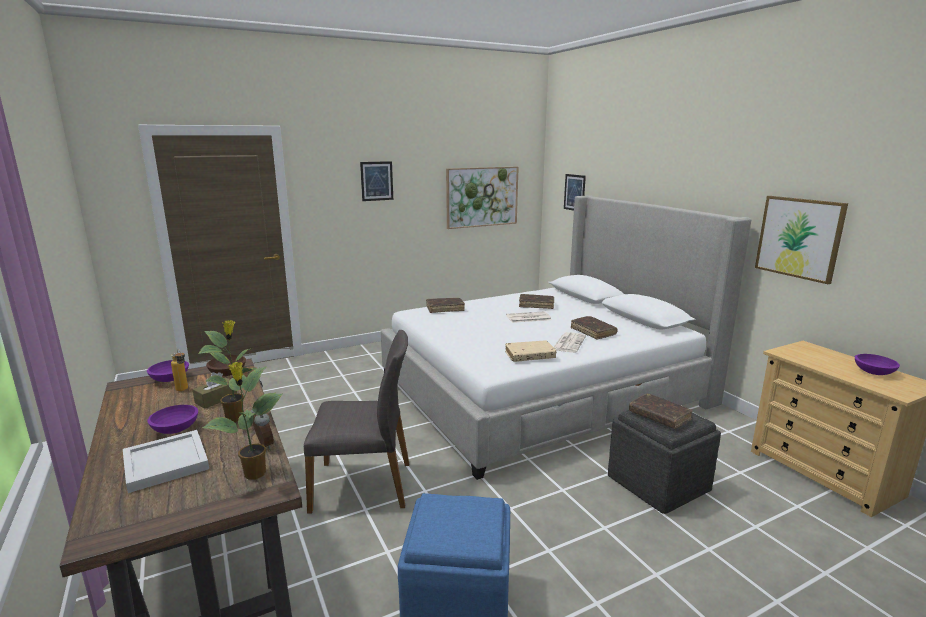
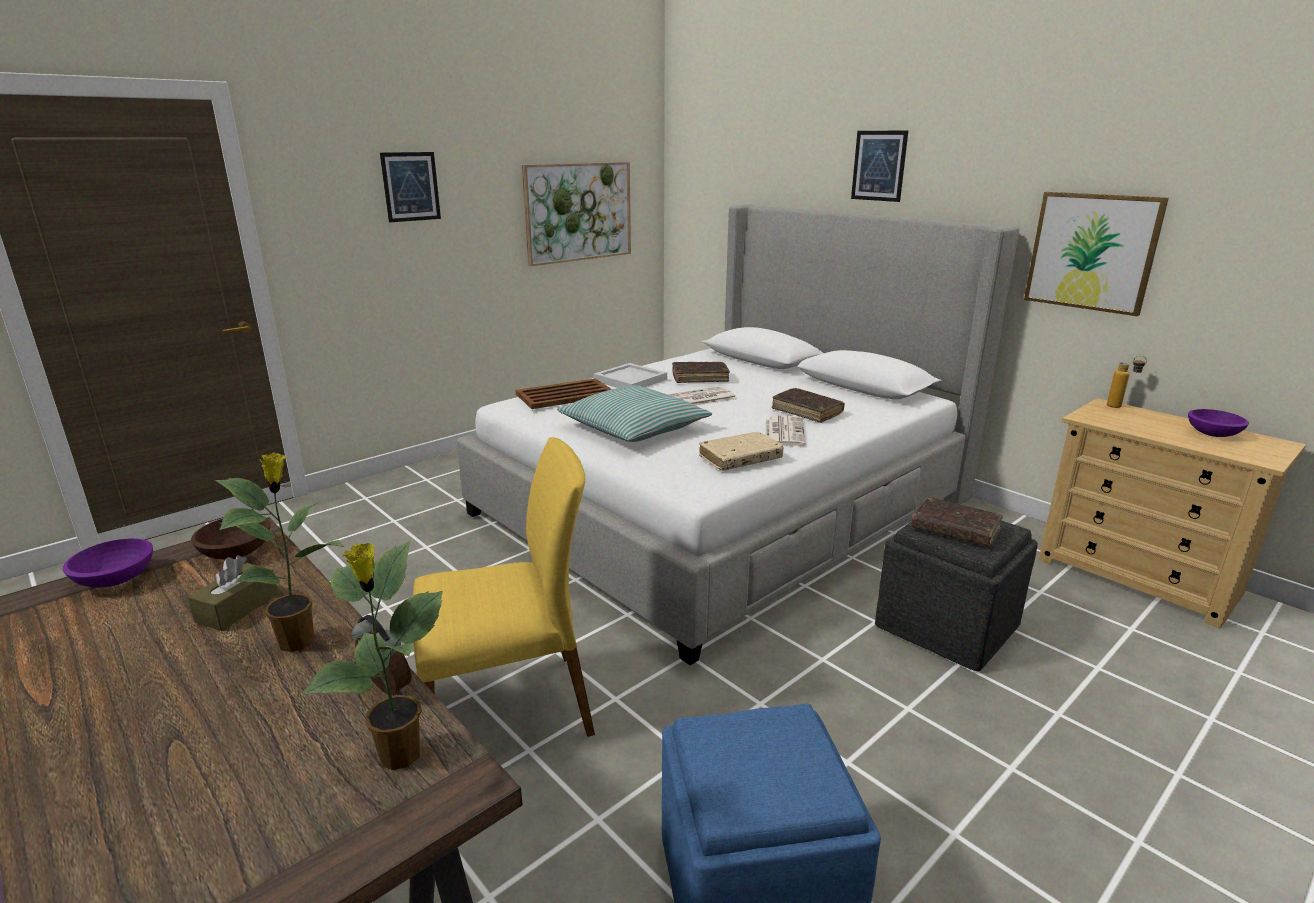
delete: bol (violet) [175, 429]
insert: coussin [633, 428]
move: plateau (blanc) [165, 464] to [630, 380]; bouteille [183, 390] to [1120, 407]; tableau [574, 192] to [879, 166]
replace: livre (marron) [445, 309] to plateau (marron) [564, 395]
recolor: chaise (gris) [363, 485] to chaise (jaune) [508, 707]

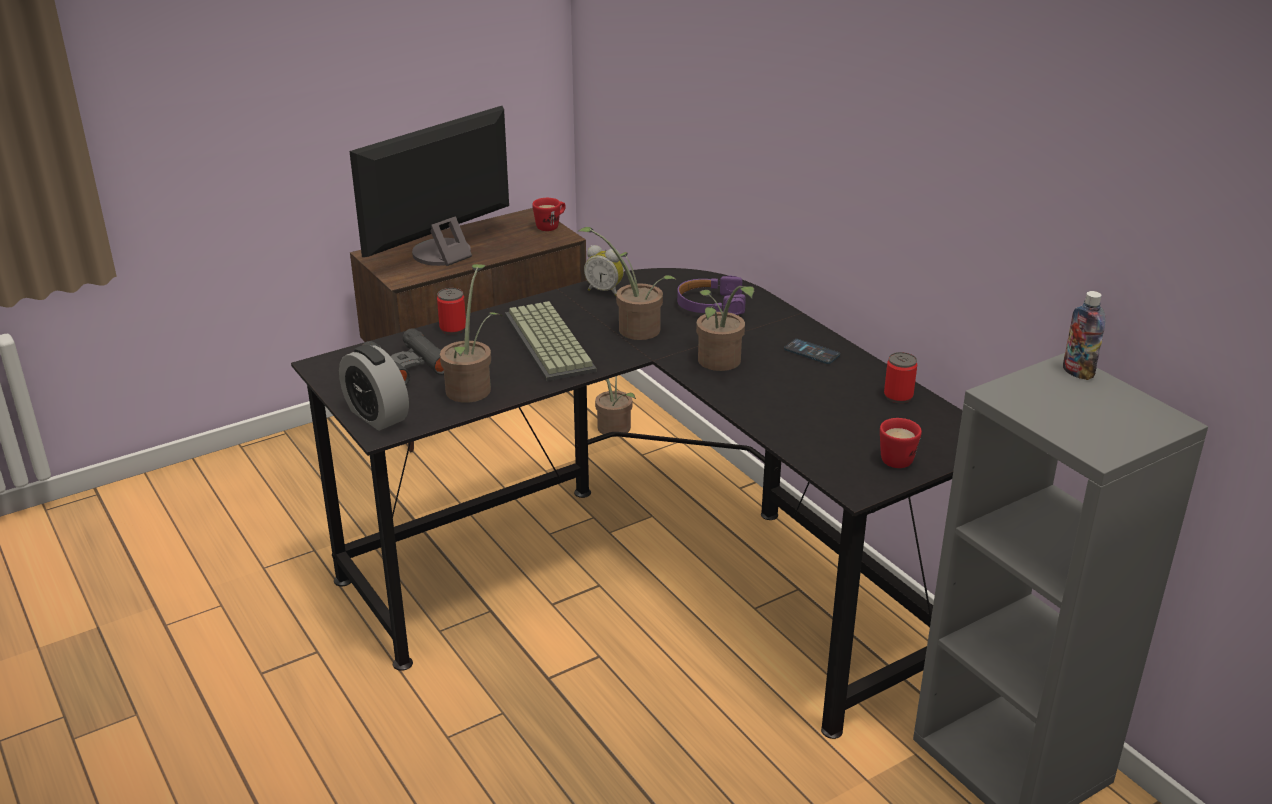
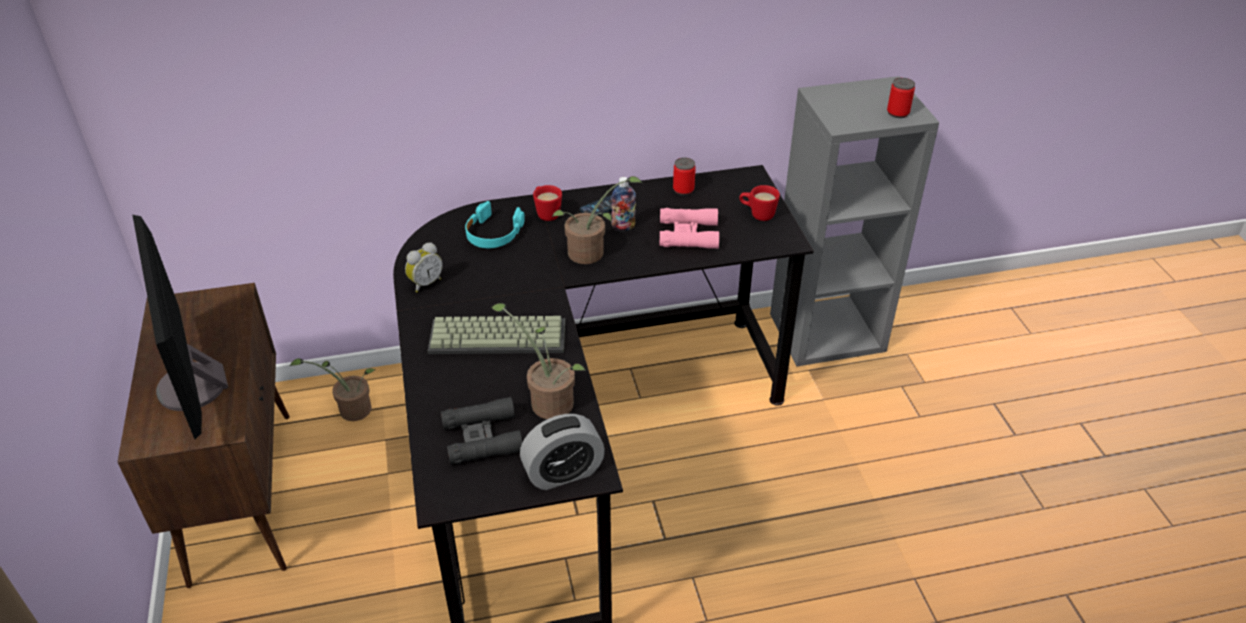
delete: plante en pot [633, 328]
insert: jumelles (rose) [688, 234]
move: boîte métallique [453, 329] to [898, 113]; mug (rouge) [551, 226] to [546, 213]; bouteille [1078, 372] to [623, 227]
recolor: casque audio (violet) [710, 305] to casque audio (turquoise) [493, 233]

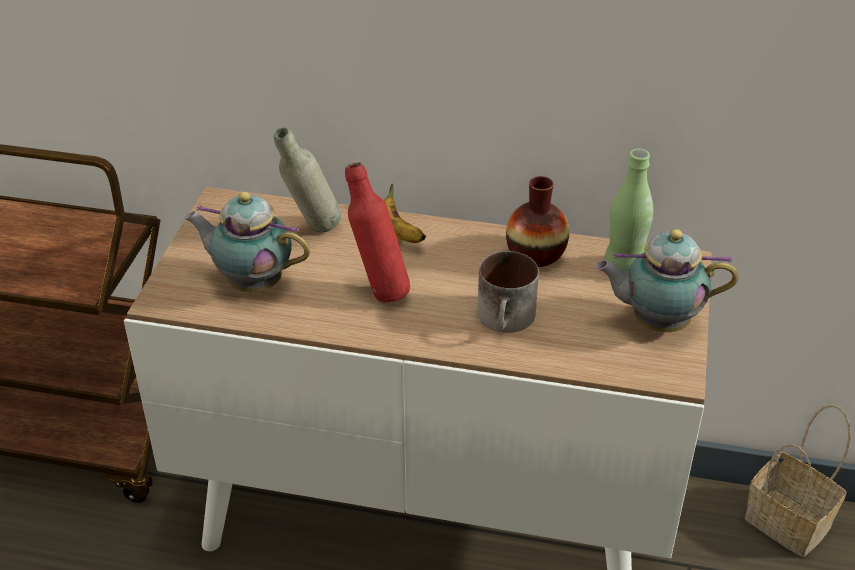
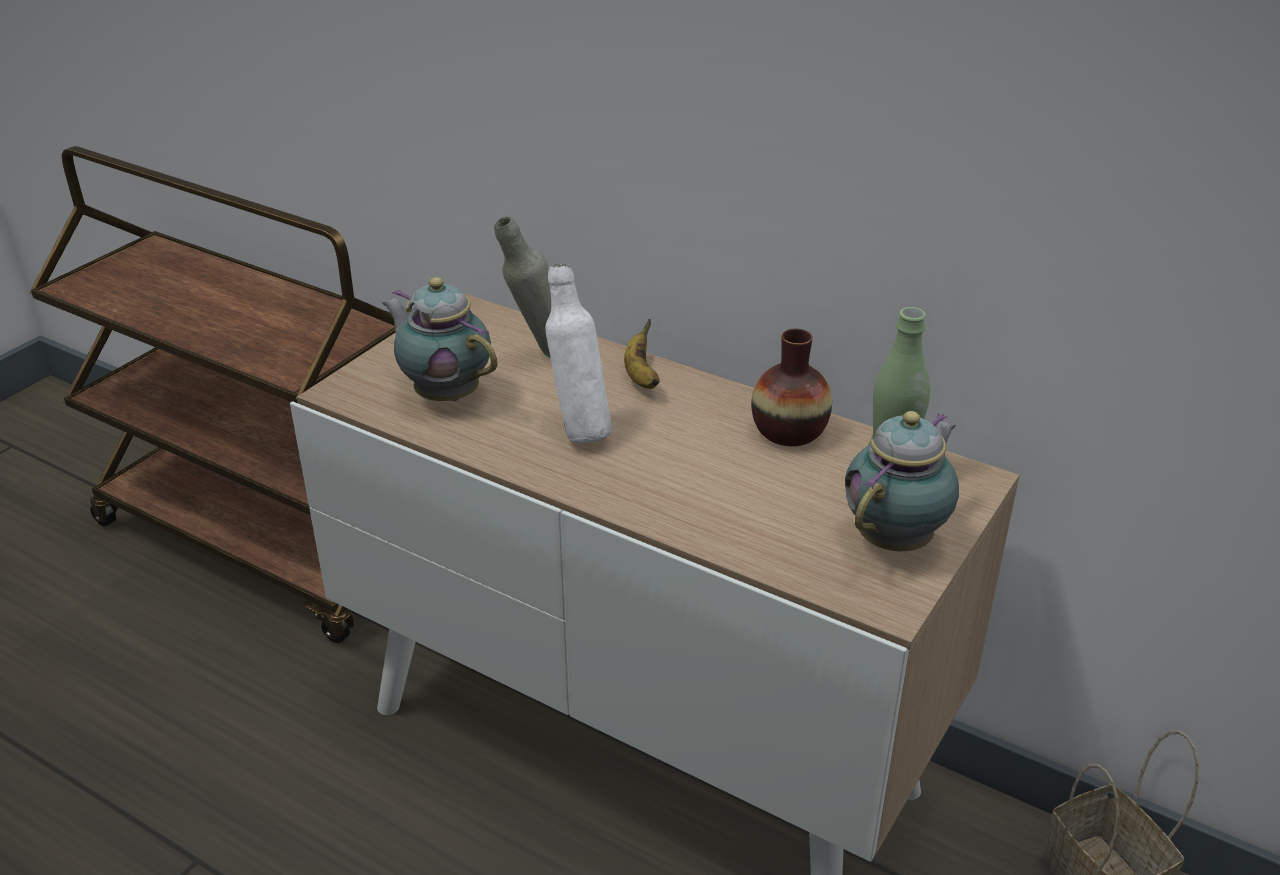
delete: mug [507, 319]
recolor: bouteille (rouge) [378, 290] to bouteille (blanc) [579, 431]
rotate: théière [656, 322] = [897, 538] 105 degrees clockwise

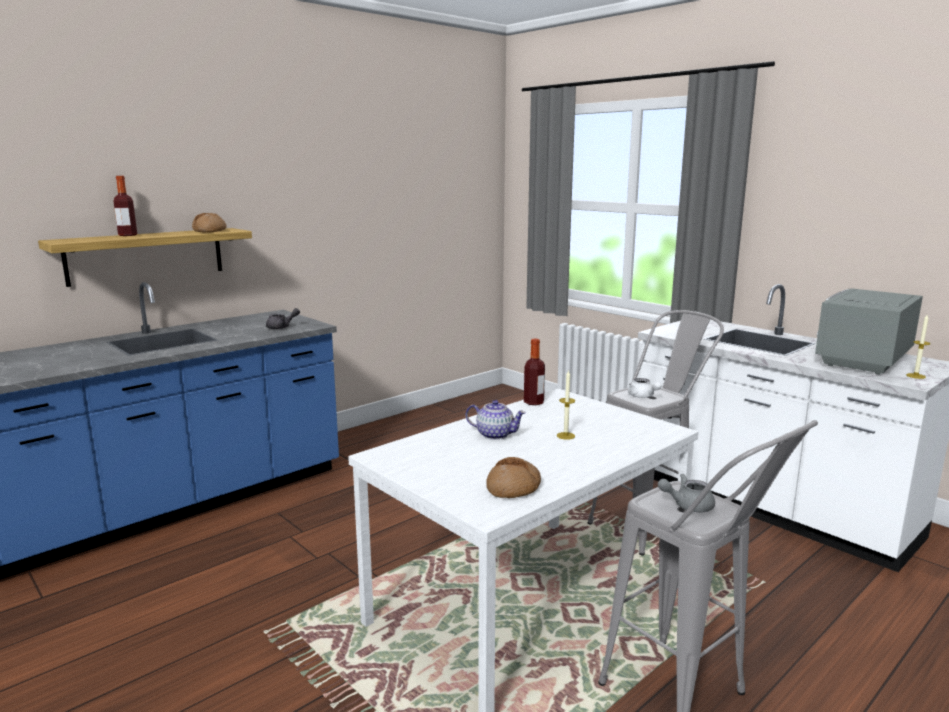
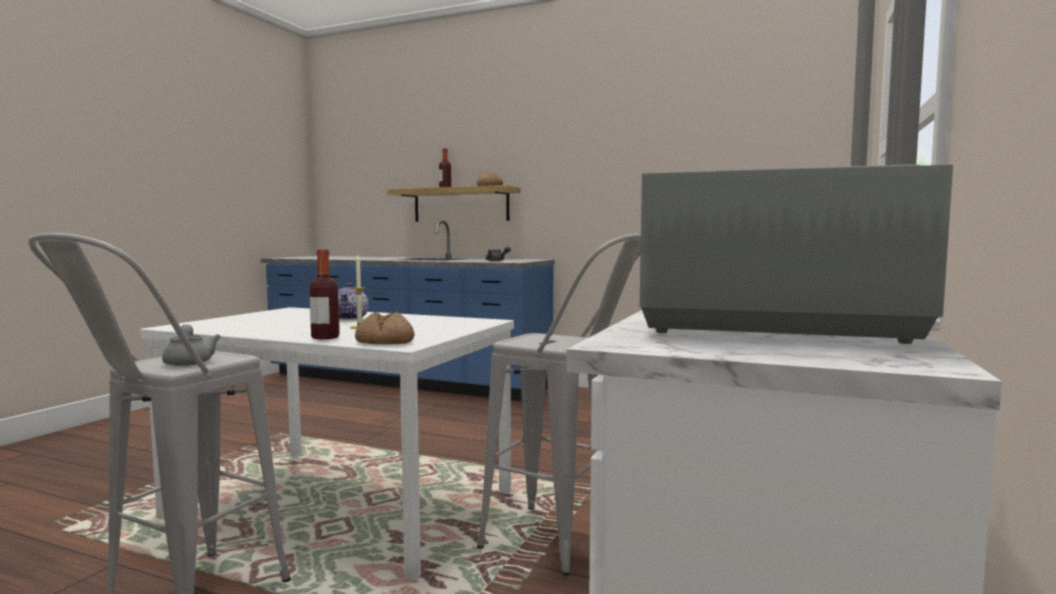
delete: théière (blanc) [642, 396]; bougie [915, 376]
move: pain [513, 488] to [385, 342]; bouteille [533, 402] to [325, 337]

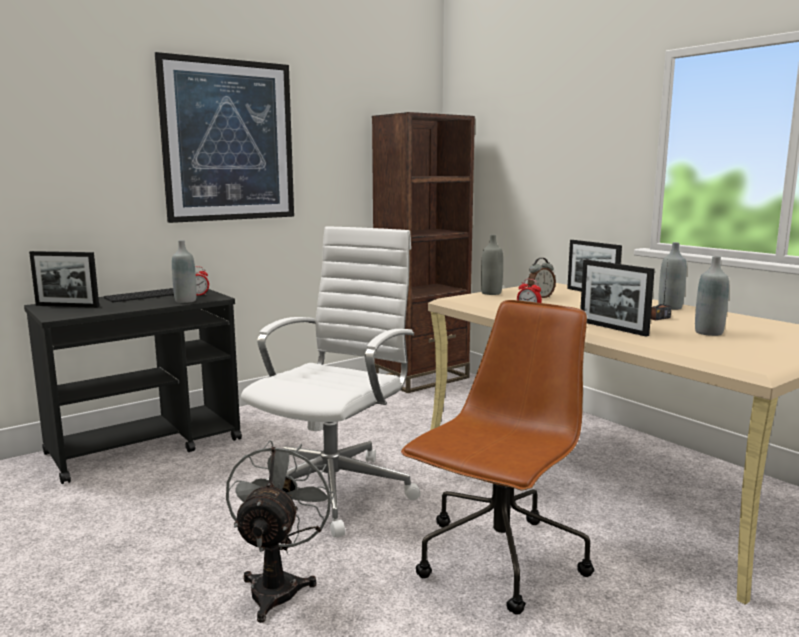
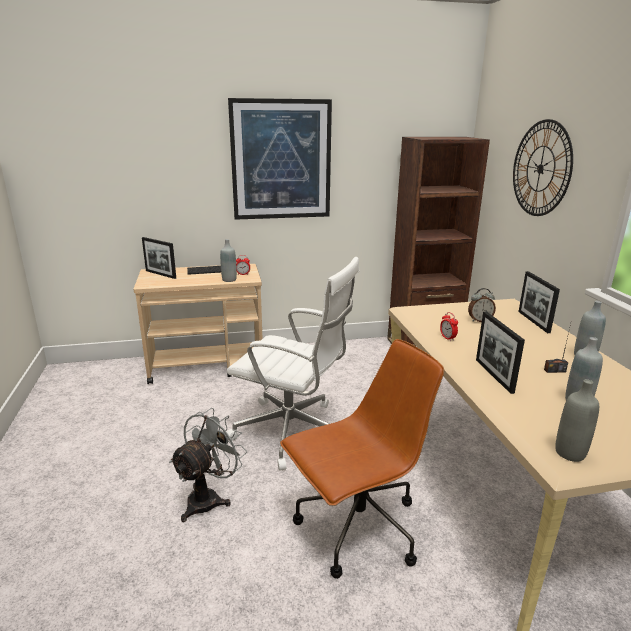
insert: horloge murale [540, 168]
move: bouteille (gris) [491, 293] to [570, 453]
recolor: chariot (noir) [146, 446] to chariot (beige) [208, 366]
rotate: chaise de bureau (blanc) [335, 489] = [293, 432] 60 degrees clockwise

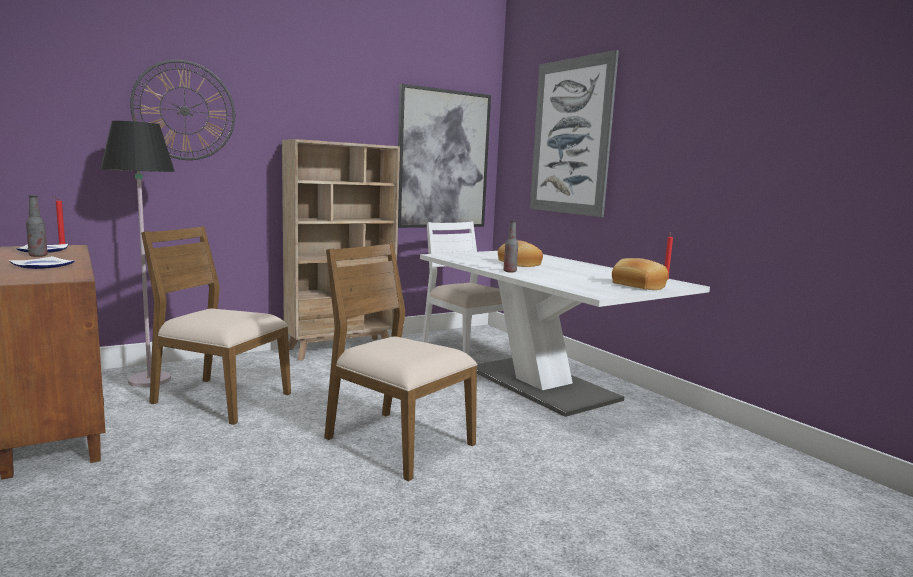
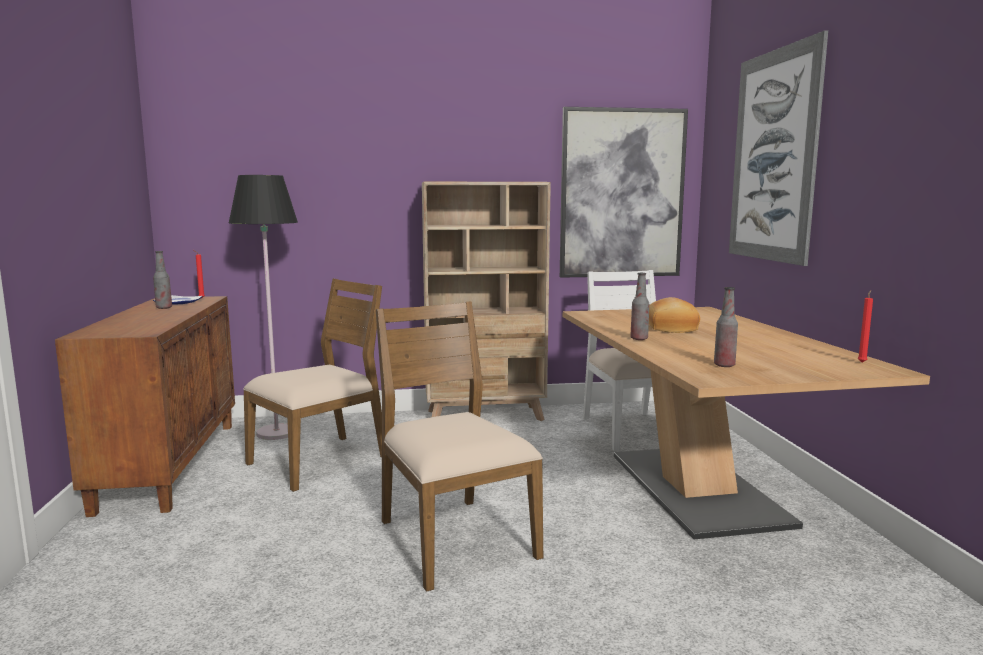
delete: assiette [42, 266]; horloge murale [184, 110]; pain [638, 286]
insert: bouteille [724, 365]
recolor: table à manger (blanc) [541, 384] to table à manger (marron) [696, 488]
rotate: chaise (marron) [219, 399] = [320, 460] 90 degrees clockwise

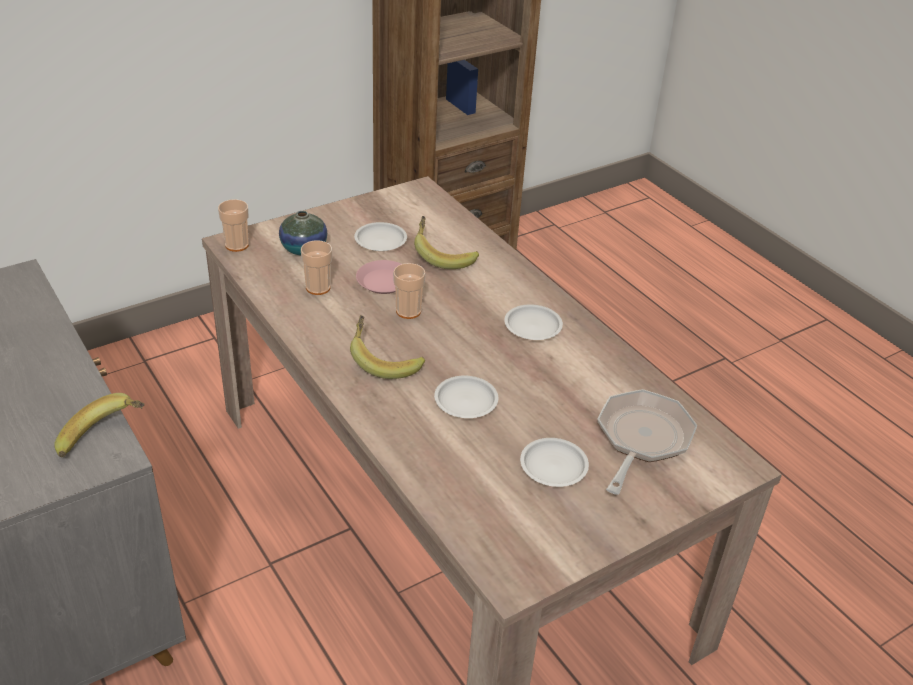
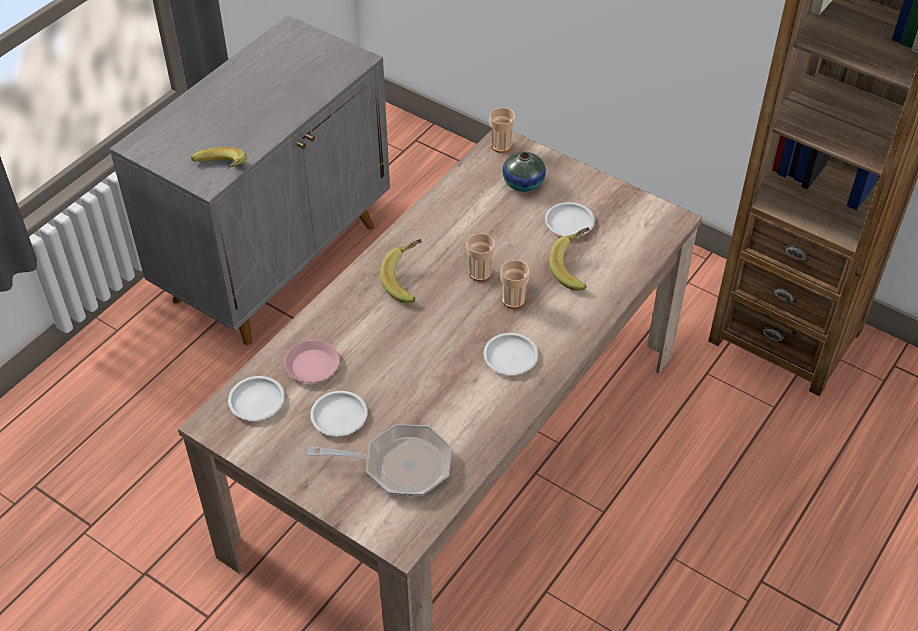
move: tasse [318, 288] to [513, 300]; assiette (rose) [384, 281] to [313, 365]; assiette (blanc) [465, 401] to [256, 401]

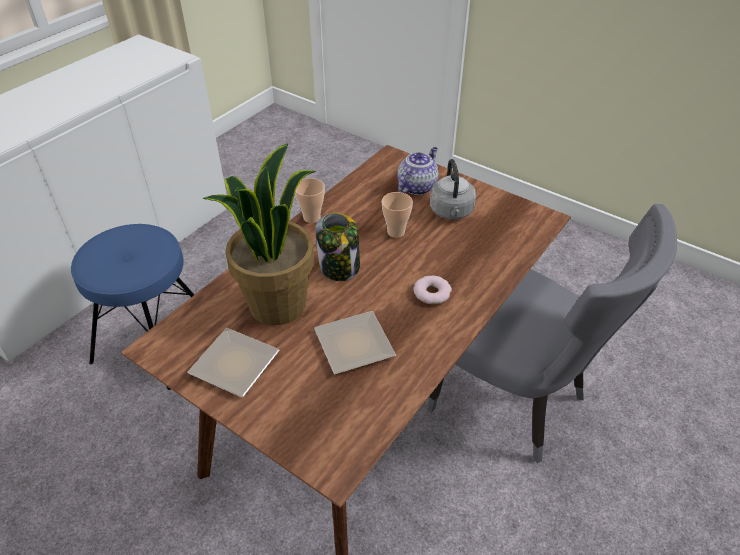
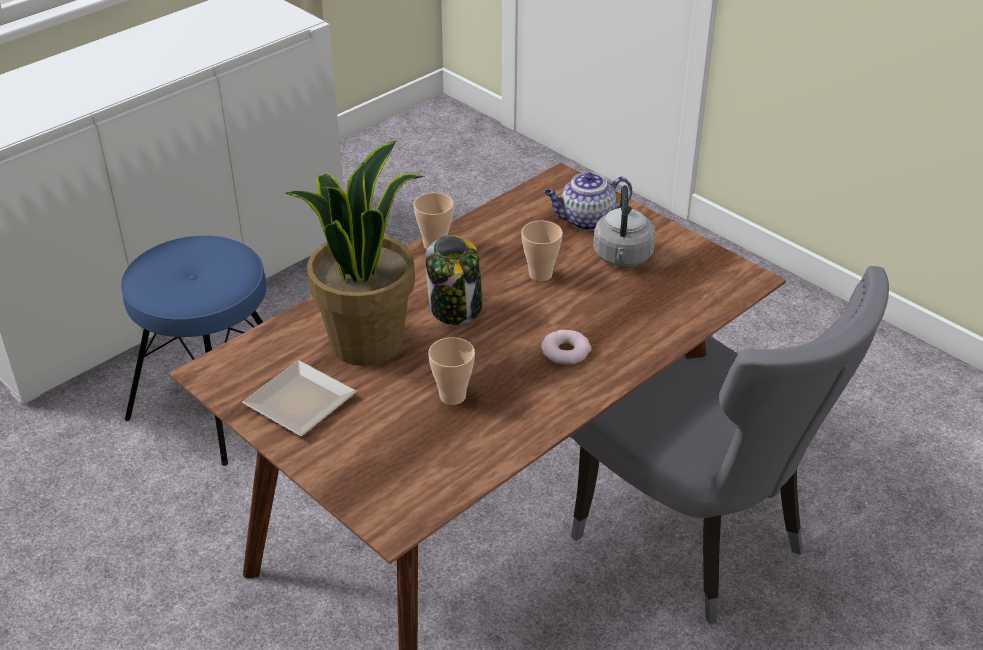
replace: assiette [355, 342] to tasse [452, 396]
rotate: théière [417, 186] = [586, 220] 150 degrees counterclockwise

